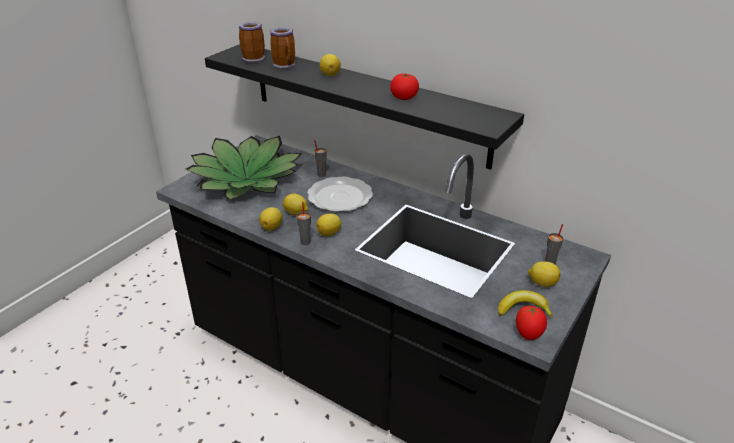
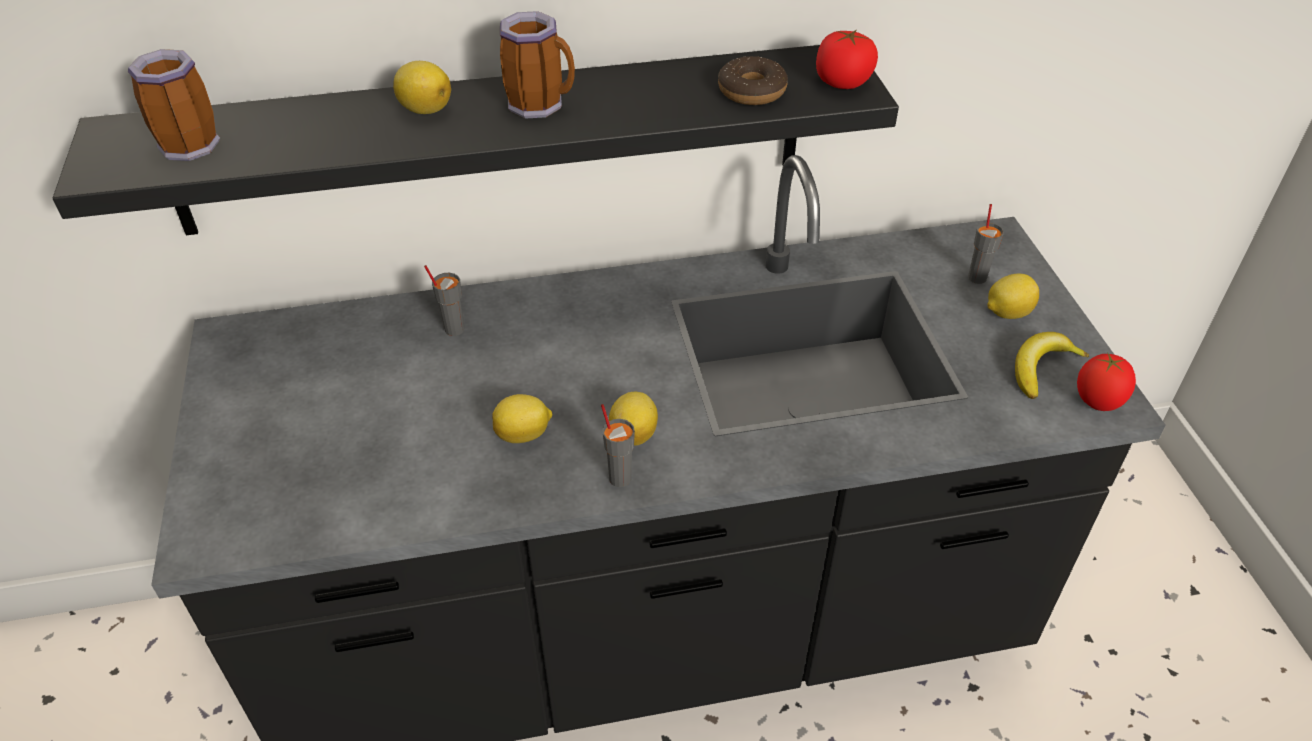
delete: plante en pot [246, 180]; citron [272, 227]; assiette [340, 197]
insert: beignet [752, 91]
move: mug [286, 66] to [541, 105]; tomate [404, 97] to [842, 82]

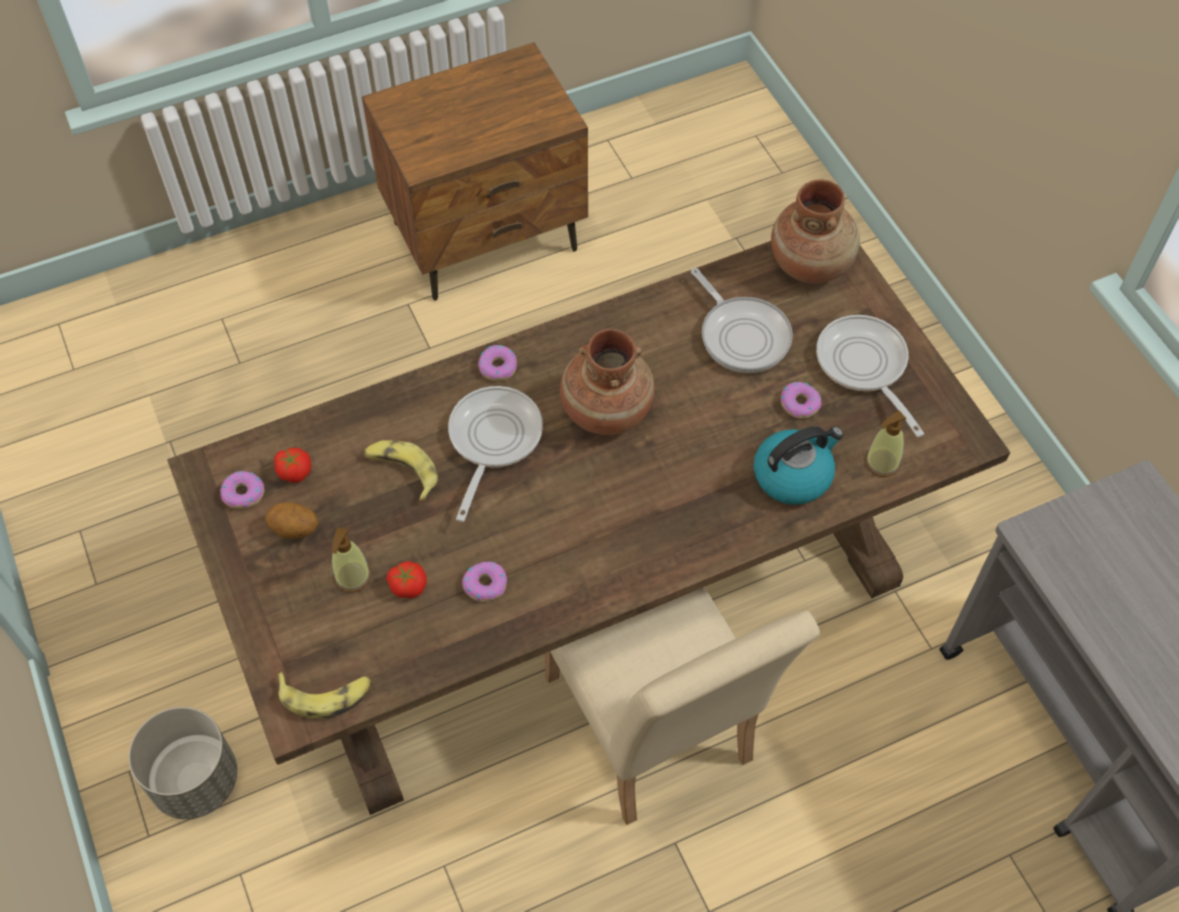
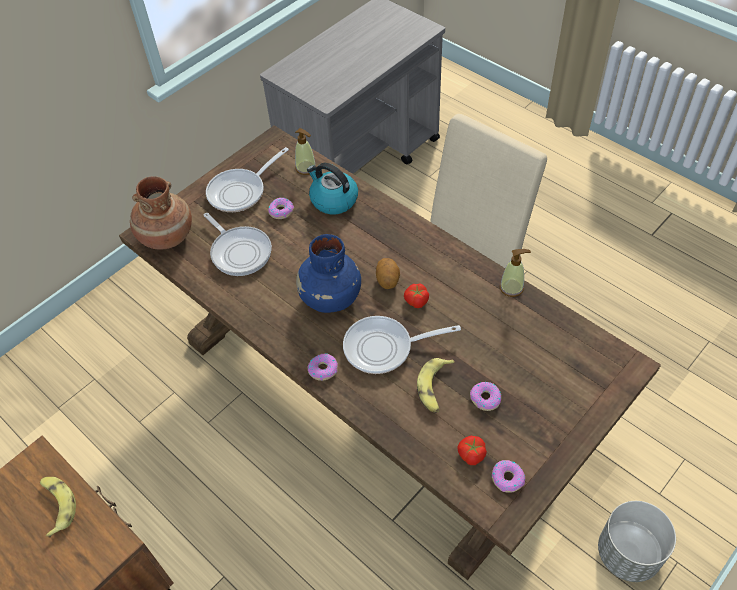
move: pomme de terre [294, 530] to [388, 280]; banane [326, 694] to [57, 505]; distributeur de savon [352, 577] to [511, 288]; tomate [408, 585] to [416, 301]; beignet [485, 584] to [485, 398]
recolor: vase (marron) [605, 410] to vase (bleu) [330, 298]
rotate: poêle [742, 335] = [239, 251] 105 degrees clockwise

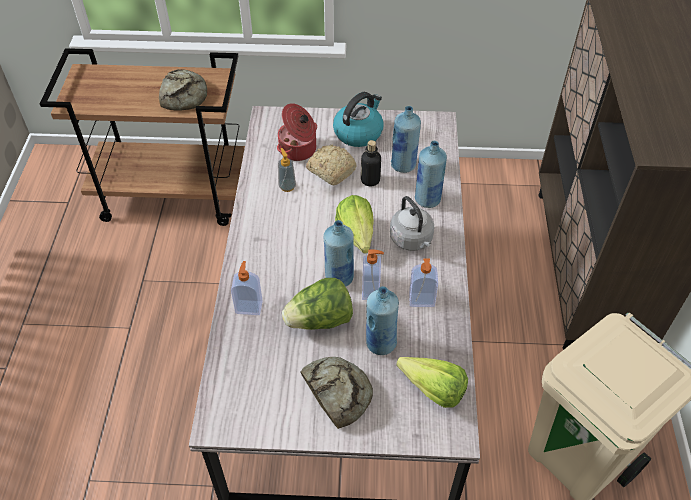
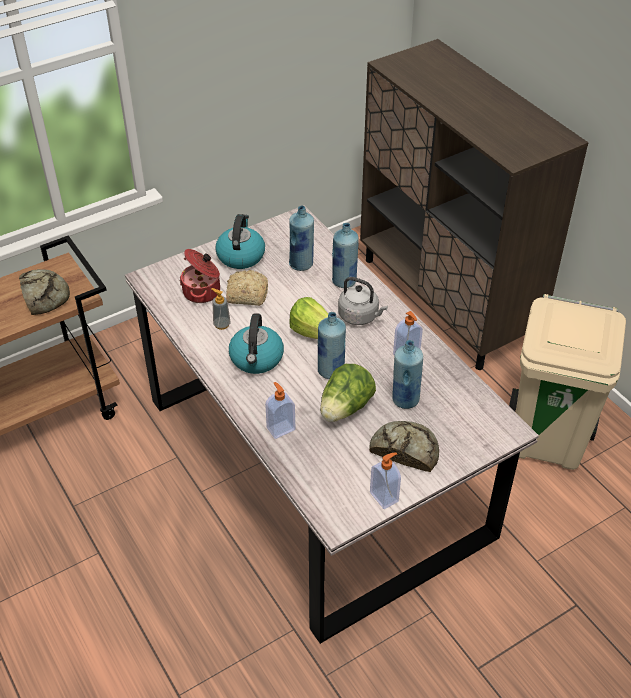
delete: bouteille [370, 180]; laitue [428, 386]
insert: bouilloire [256, 359]
move: distributeur de savon [371, 291] to [384, 496]

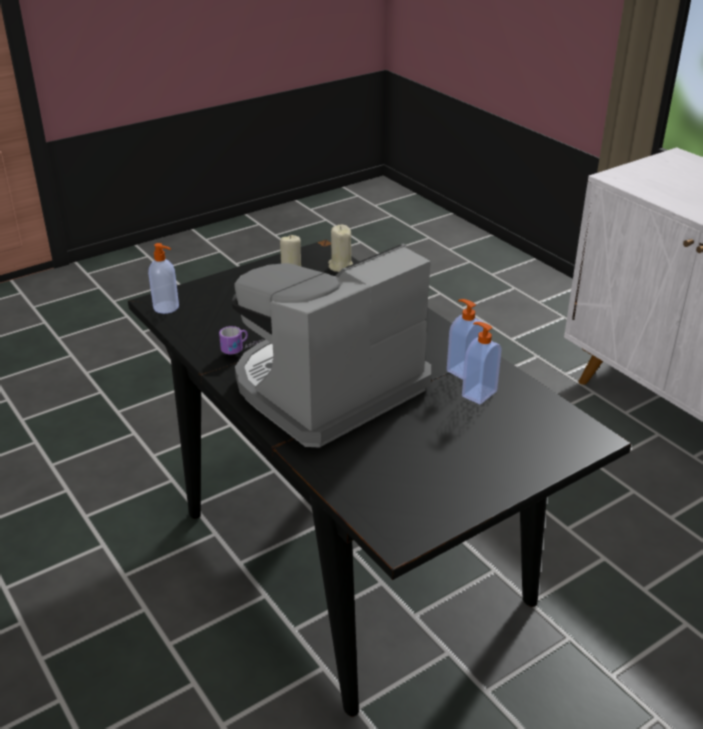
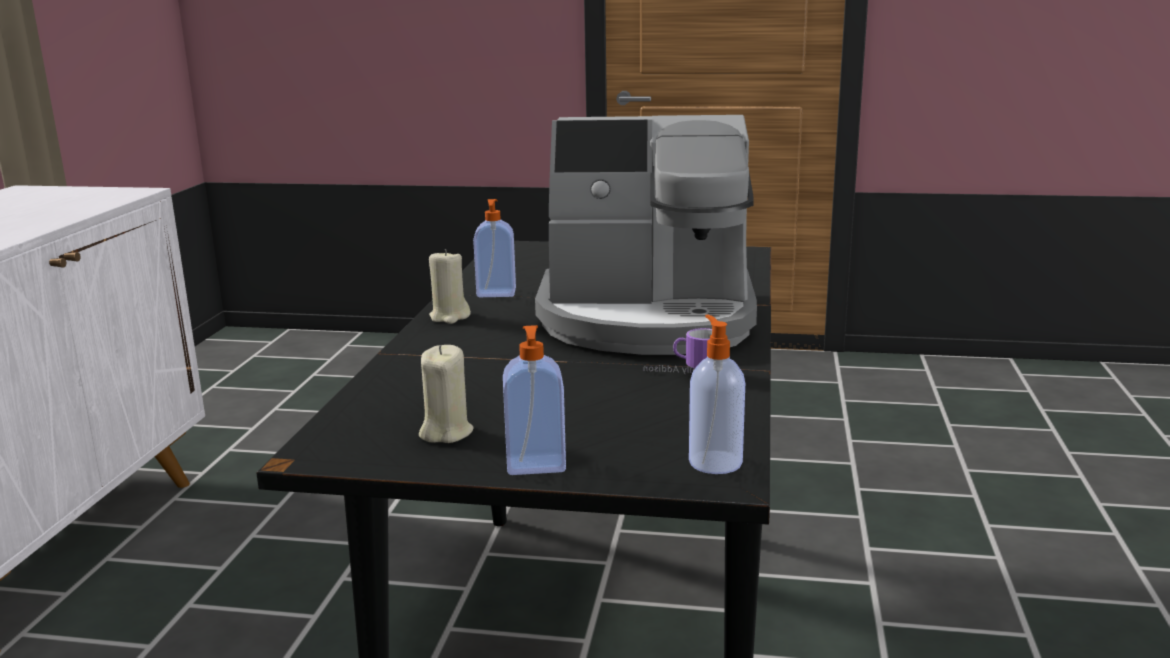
move: bougie (beige) [340, 266] to [449, 317]; distributeur de savon [478, 393] to [536, 466]

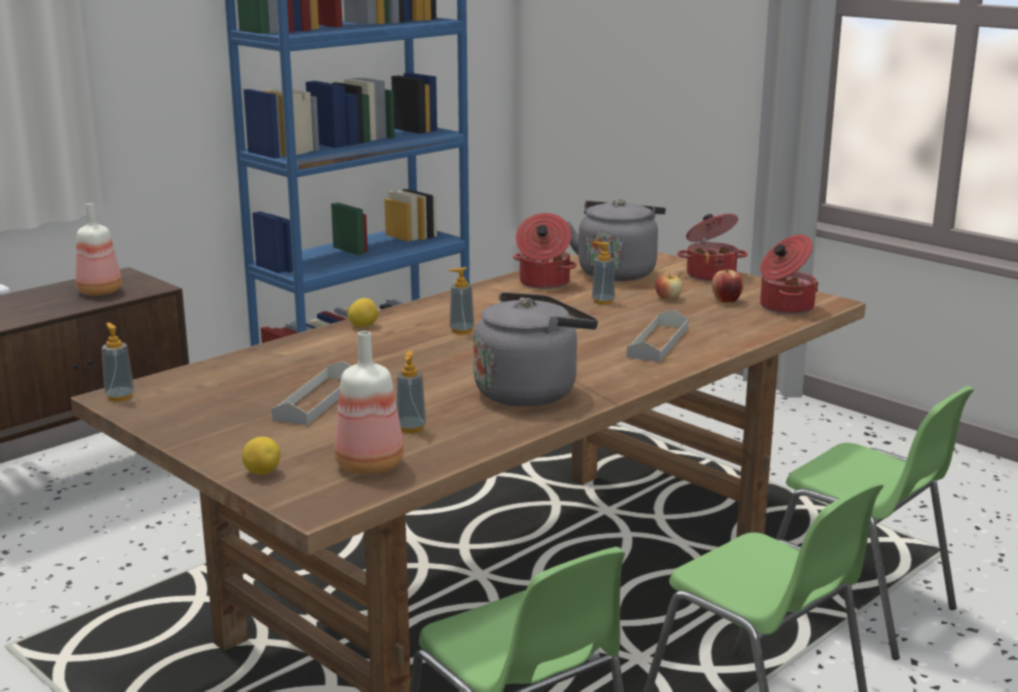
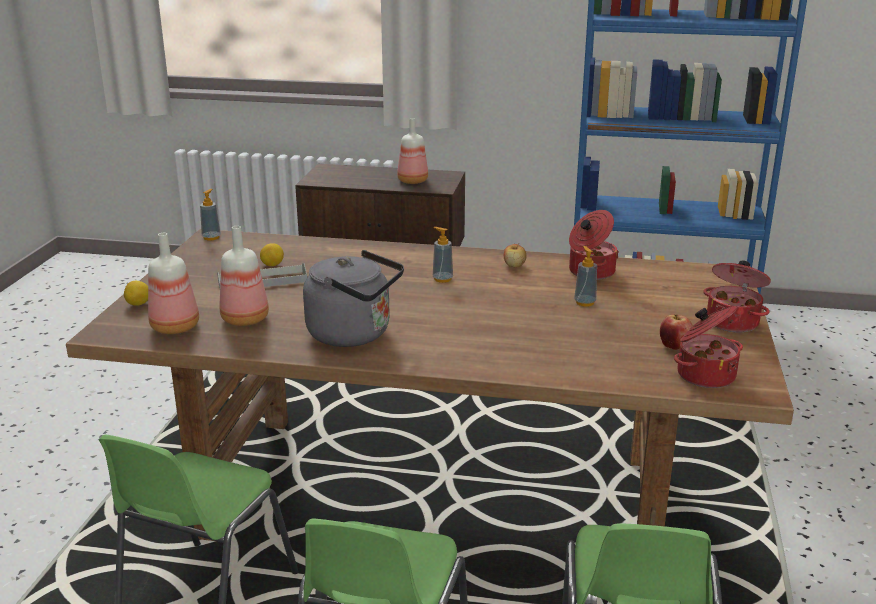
delete: bouilloire (gris) [617, 272]; plateau (gris) [658, 342]
move: citron [363, 326] to [272, 265]; pomme [668, 298] to [514, 265]
replace: distributeur de savon [411, 428] to bouteille [246, 319]

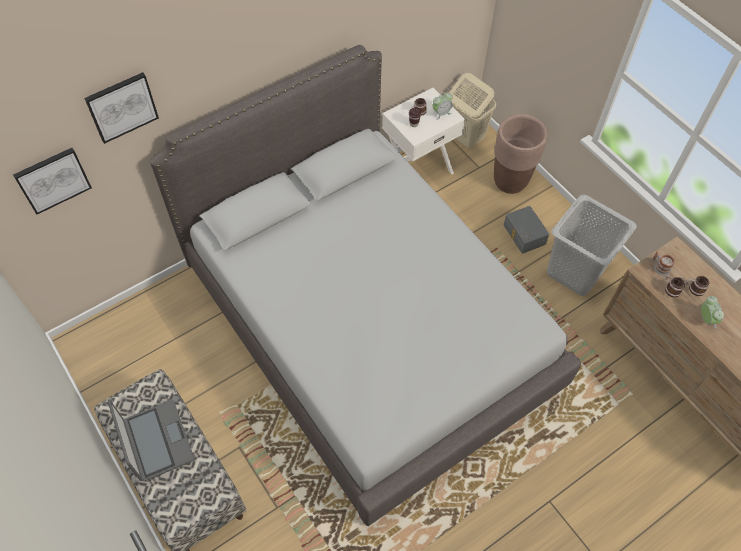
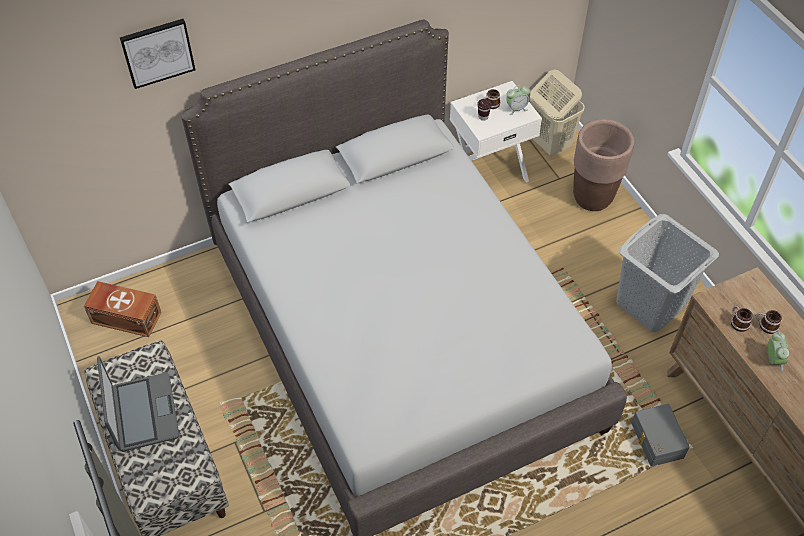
delete: tableau [53, 179]; mug [659, 267]
insert: boîte de rangement (marron) [126, 316]
move: boîte de rangement (gris) [523, 235] to [656, 440]

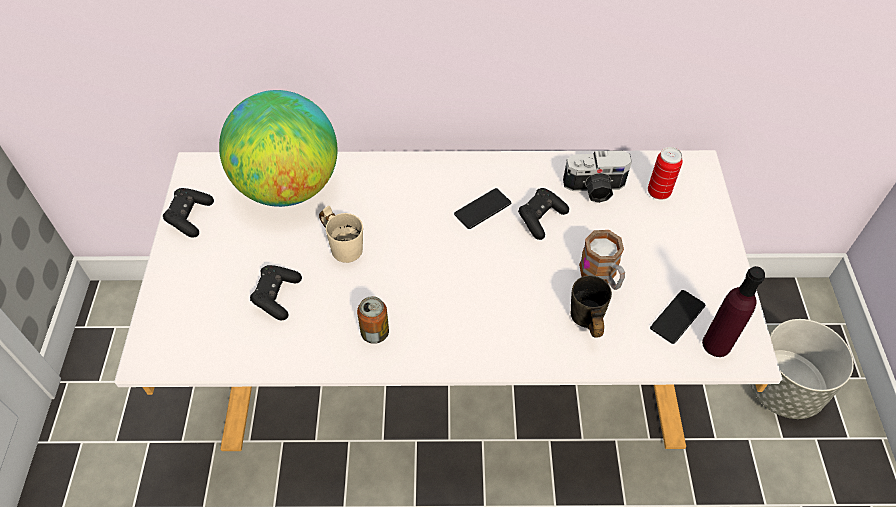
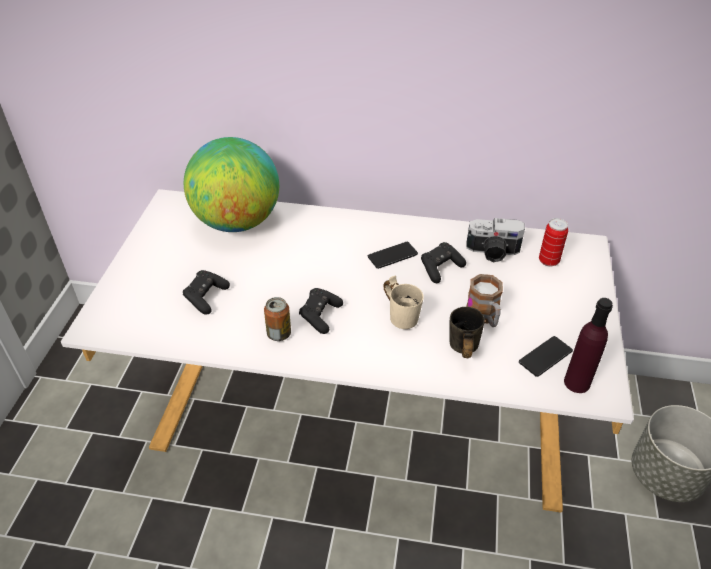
move: manette (noir) [190, 217] to [320, 316]; mug (beige) [346, 245] to [402, 315]

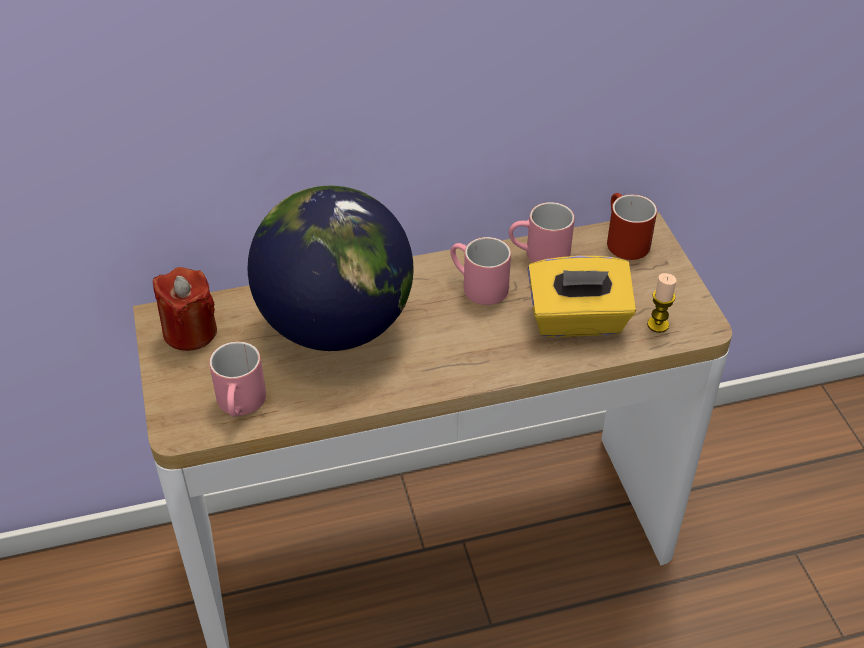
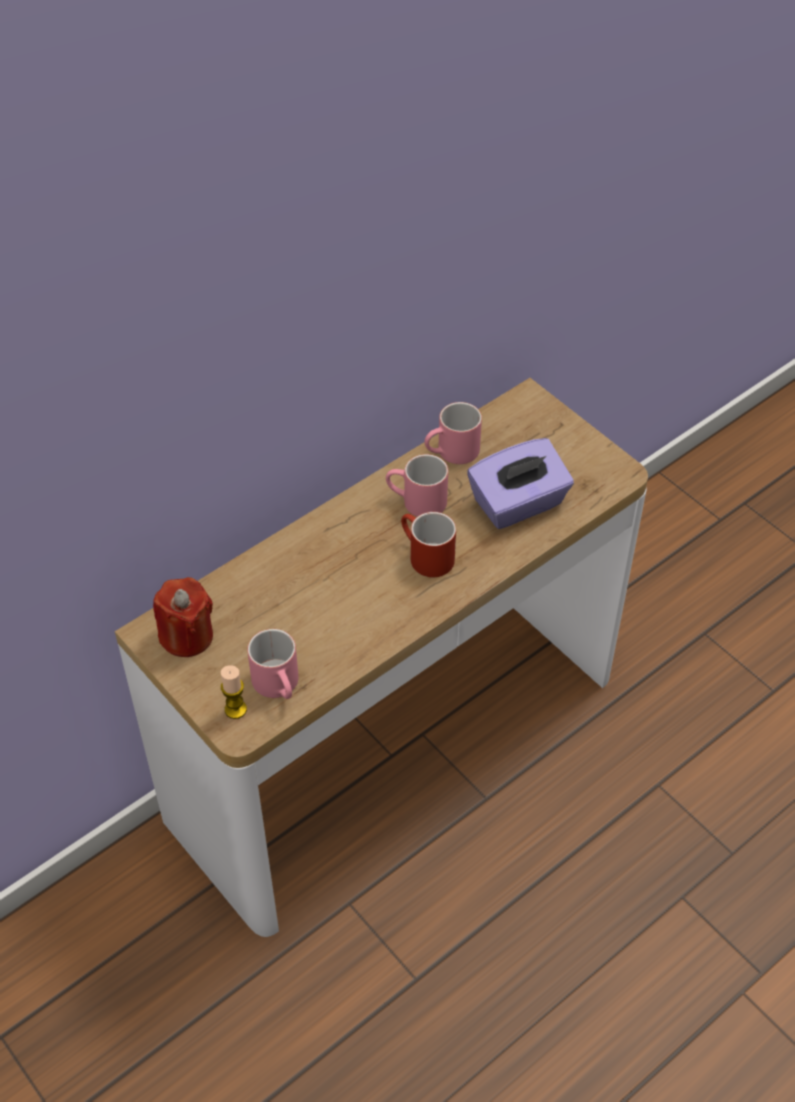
delete: globe [335, 326]
move: mug (rouge) [622, 240] to [424, 556]; bougie [658, 325] to [235, 709]
recolor: boîte à mouchoirs (jaune) [577, 321] to boîte à mouchoirs (violet) [518, 504]

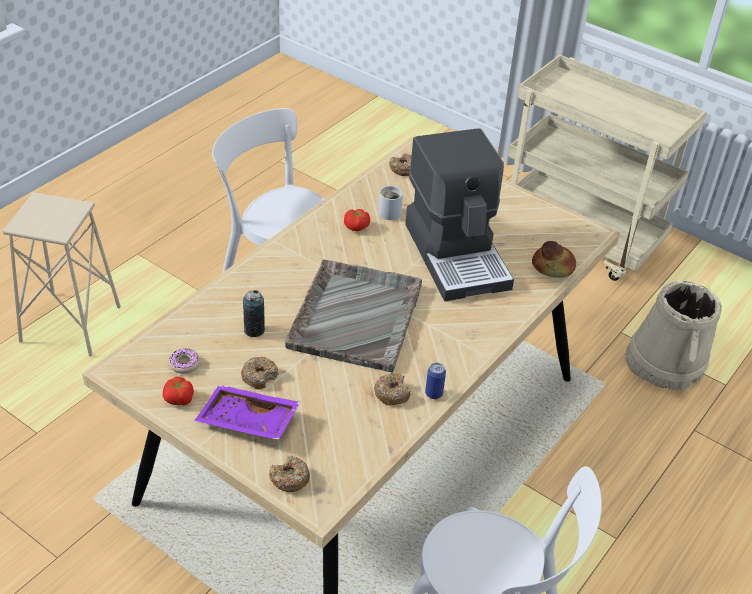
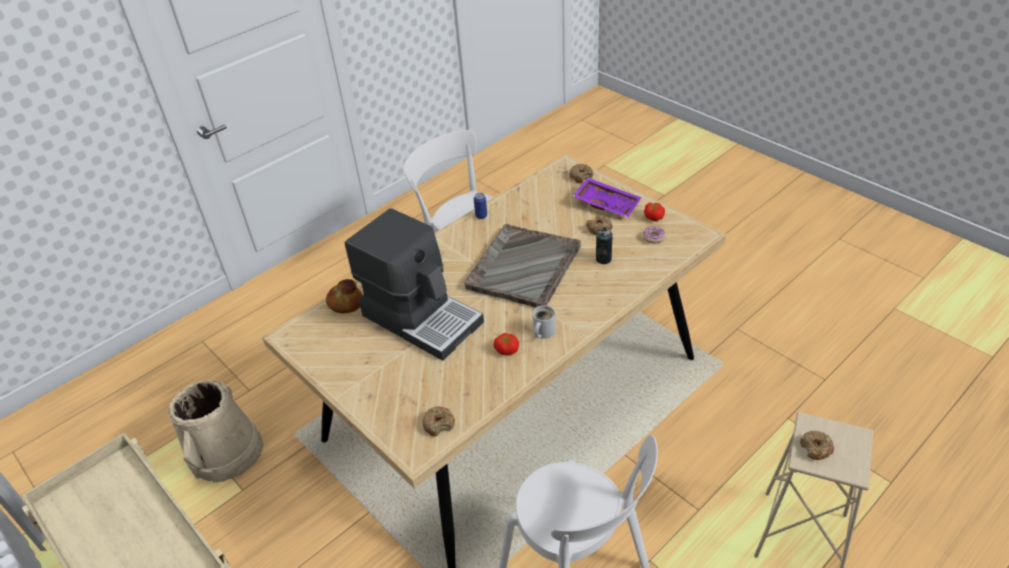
move: beignet [392, 393] to [815, 448]; mug (blanc) [391, 212] to [542, 332]
rotate: machine à café [458, 255] = [422, 317] 135 degrees clockwise

